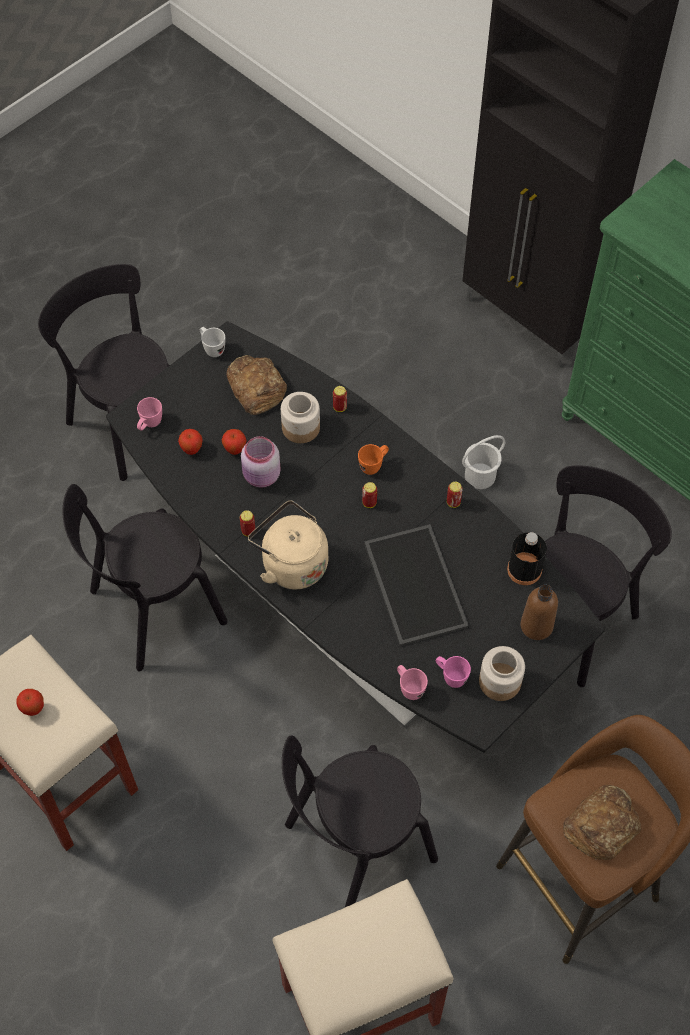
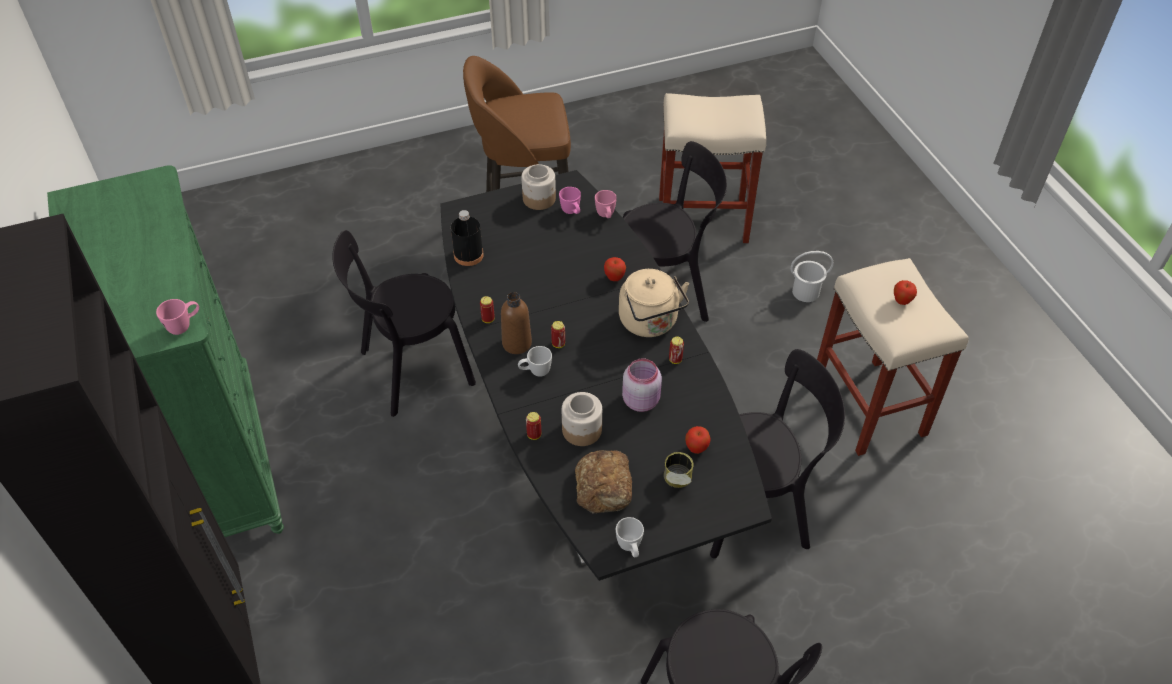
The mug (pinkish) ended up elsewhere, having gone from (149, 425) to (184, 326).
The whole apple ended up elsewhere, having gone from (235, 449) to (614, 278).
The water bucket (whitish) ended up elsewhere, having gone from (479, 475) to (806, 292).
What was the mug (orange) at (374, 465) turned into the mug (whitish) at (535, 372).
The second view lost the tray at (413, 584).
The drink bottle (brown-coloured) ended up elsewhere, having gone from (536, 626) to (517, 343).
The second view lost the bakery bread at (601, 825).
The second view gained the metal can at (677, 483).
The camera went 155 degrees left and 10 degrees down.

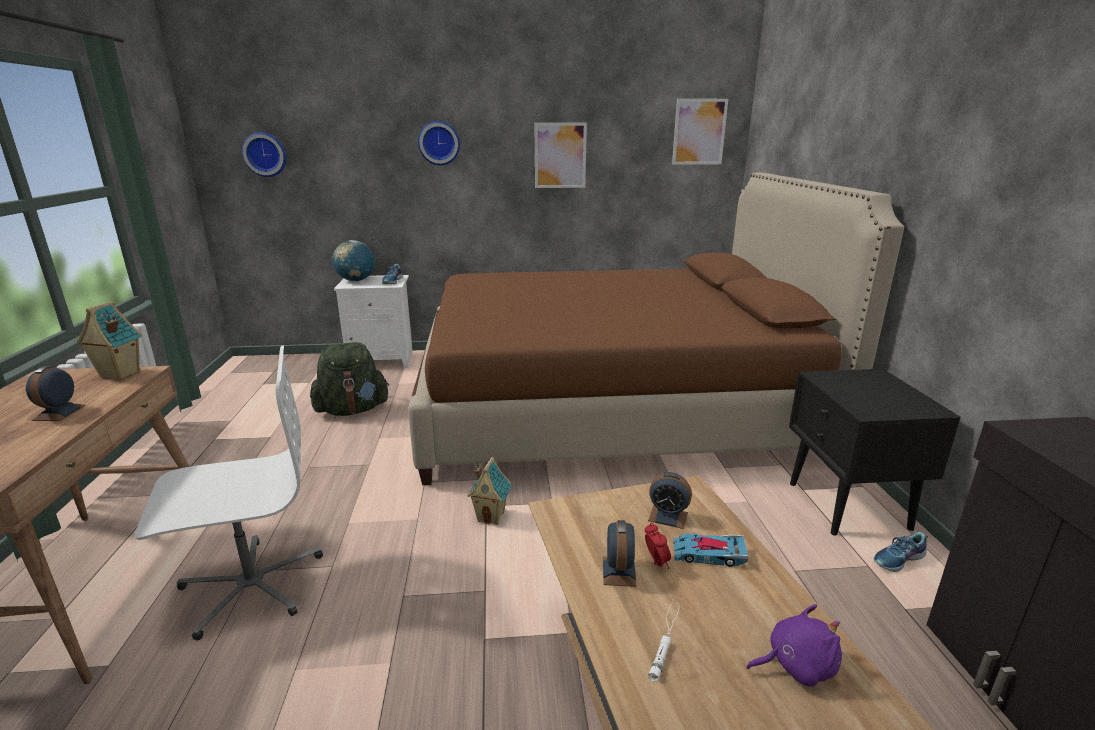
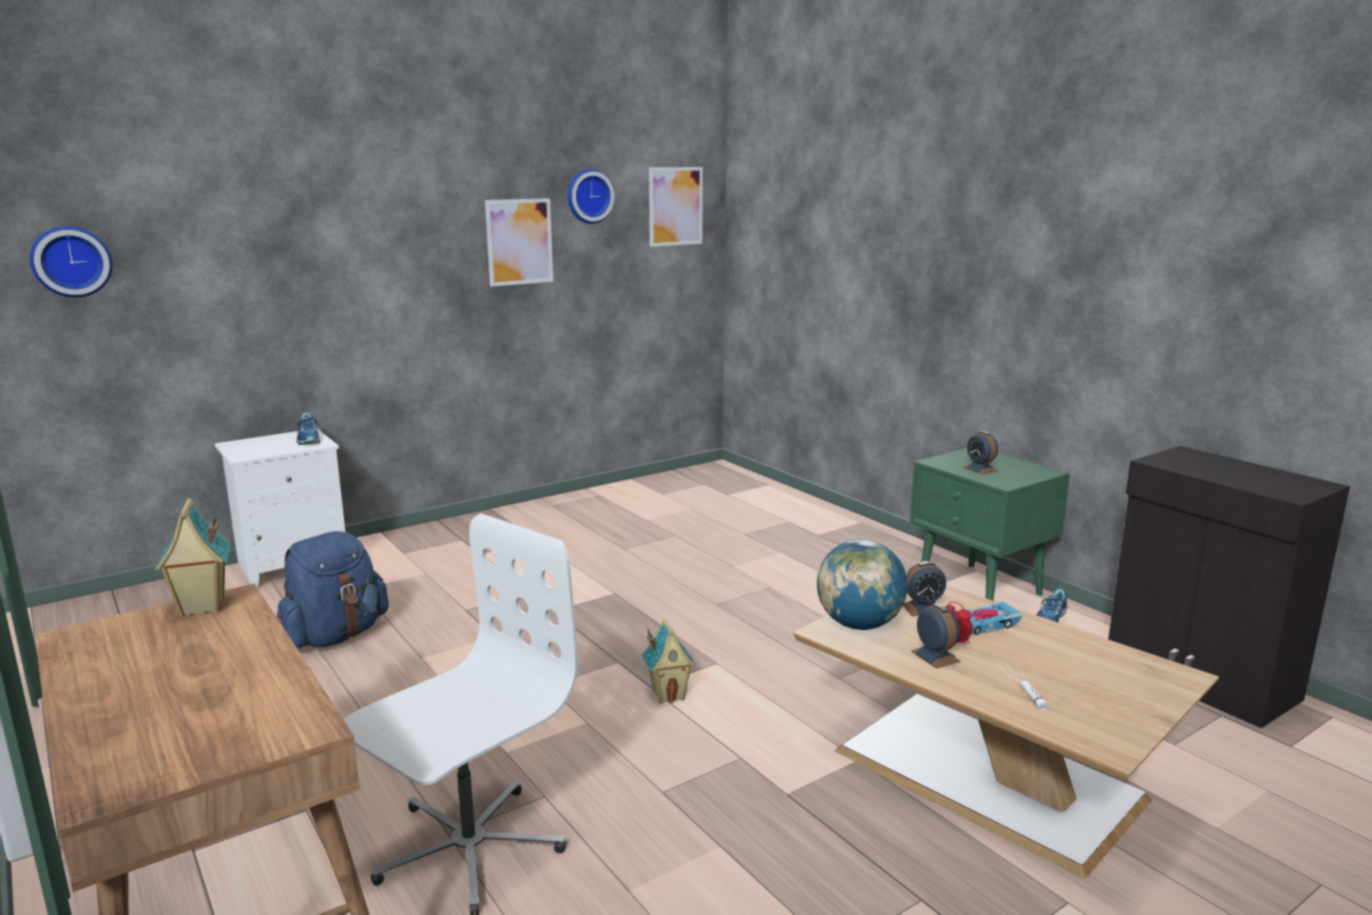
The clock on the wall ended up elsewhere, having gone from (439, 143) to (588, 196).
The second view lost the bedroom bed (brown-coloured) at (610, 406).
The desk globe ended up elsewhere, having gone from (356, 280) to (859, 625).
What was the backpack (green) at (352, 410) turned into the backpack (blue-coloured) at (335, 636).
The table clock ended up elsewhere, having gone from (59, 412) to (980, 469).
What was the night table (black-coloured) at (848, 506) turned into the night table (green) at (980, 590).
The second view lost the soft toy (purple-coloured) at (795, 665).
The camera went 30 degrees left and 5 degrees down.

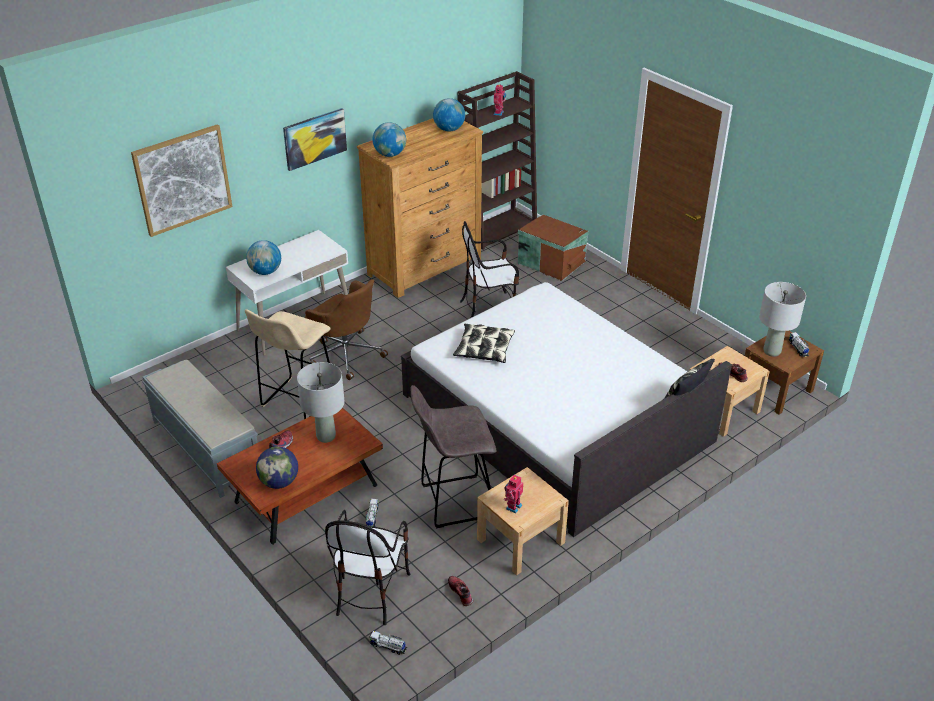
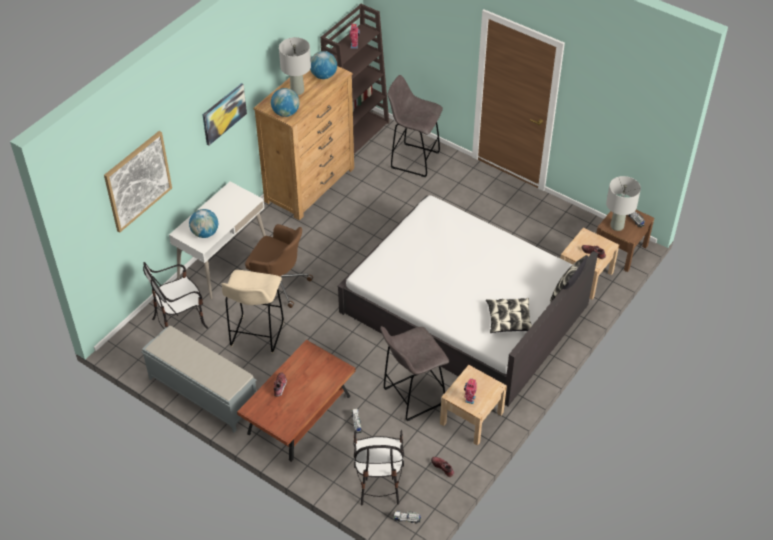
Where the storage bin (brown-coloured) stood at (551, 262), the sitting stool (greyish) came to stand at (413, 159).
The upright chair ended up elsewhere, having gone from (489, 308) to (180, 321).
The pillow ended up elsewhere, having gone from (484, 349) to (509, 319).
The table lamp (greyish) ended up elsewhere, having gone from (326, 436) to (297, 91).
The second view lost the desk globe at (279, 482).
The camera went 15 degrees left and 10 degrees up.

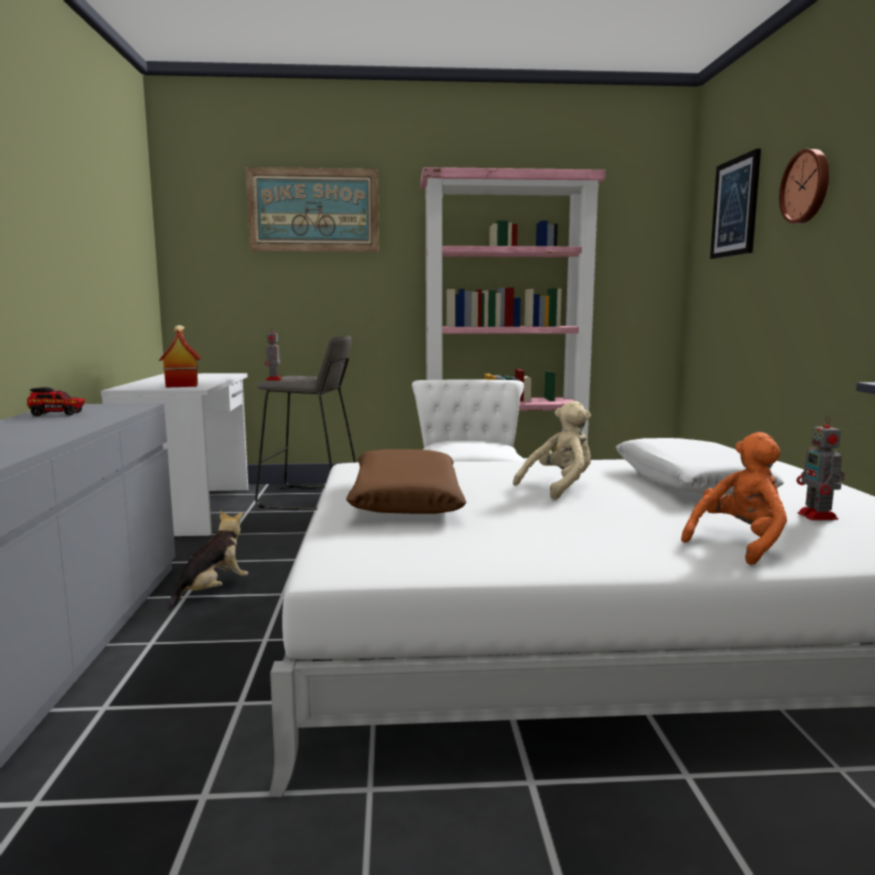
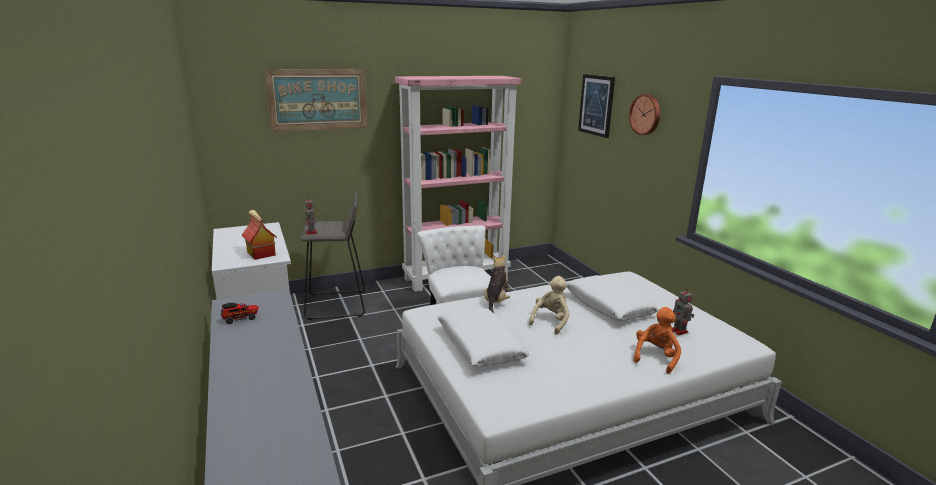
What was the pillow (brown-coloured) at (405, 499) turned into the pillow (whitish) at (480, 346).
The soft toy ended up elsewhere, having gone from (212, 591) to (496, 301).
The camera went 20 degrees left and 10 degrees up.

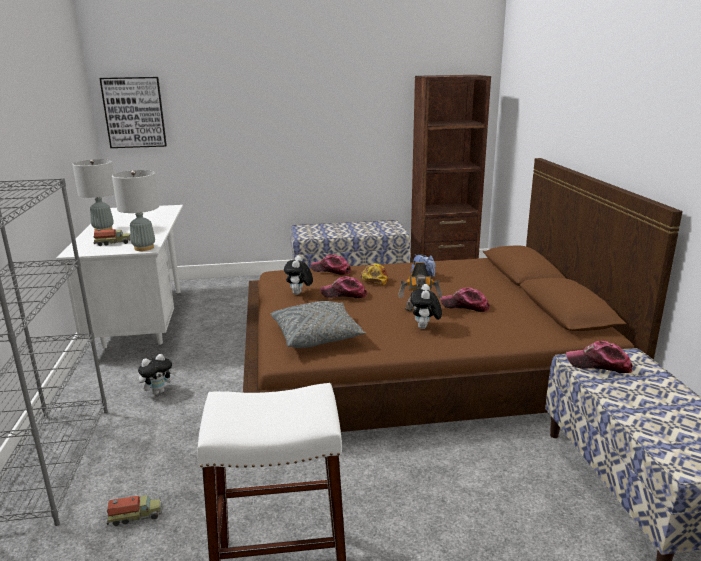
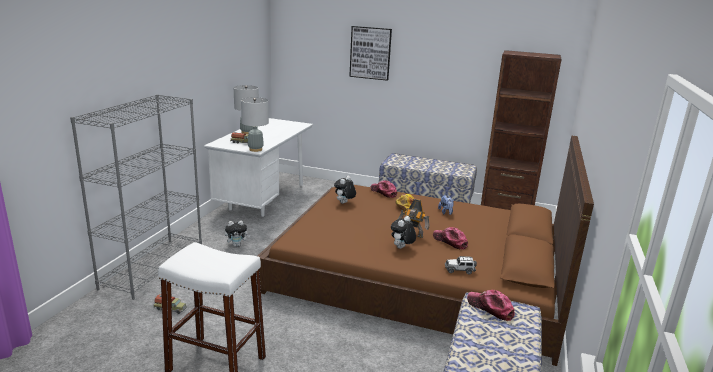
The wall art ended up elsewhere, having gone from (134, 112) to (370, 53).
The second view lost the cap at (344, 294).
The second view lost the pillow (greyish) at (317, 336).
The second view gained the toy car at (459, 270).
The camera went 25 degrees right and 0 degrees up.

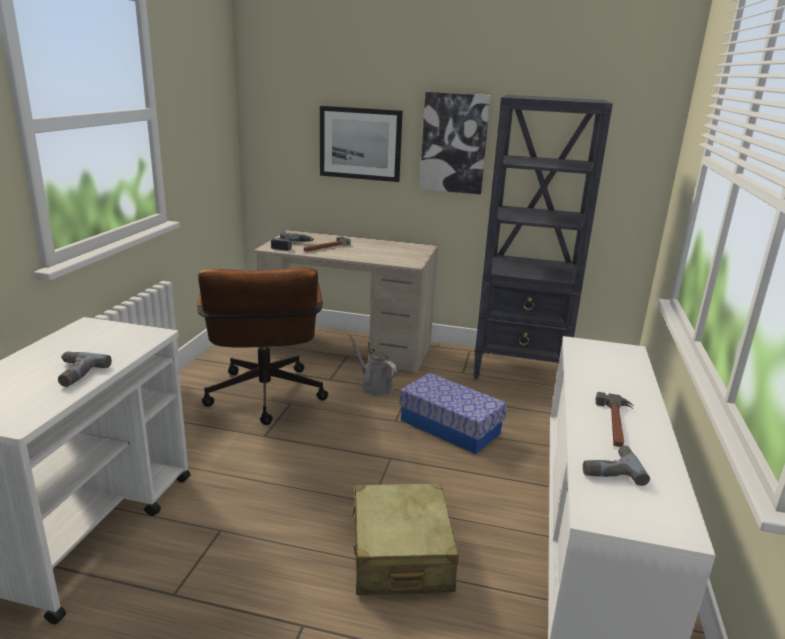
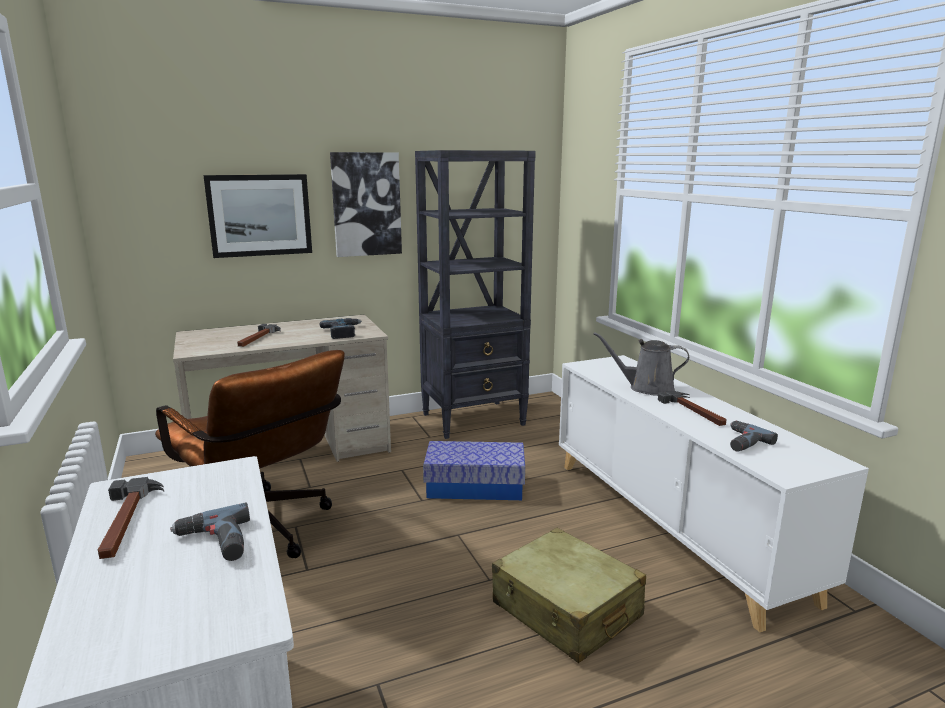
The drill ended up elsewhere, having gone from (291, 245) to (344, 332).
The watering can (greyish) ended up elsewhere, having gone from (374, 387) to (646, 388).
The second view gained the hand hammer at (126, 521).
The camera went 35 degrees left and 5 degrees down.

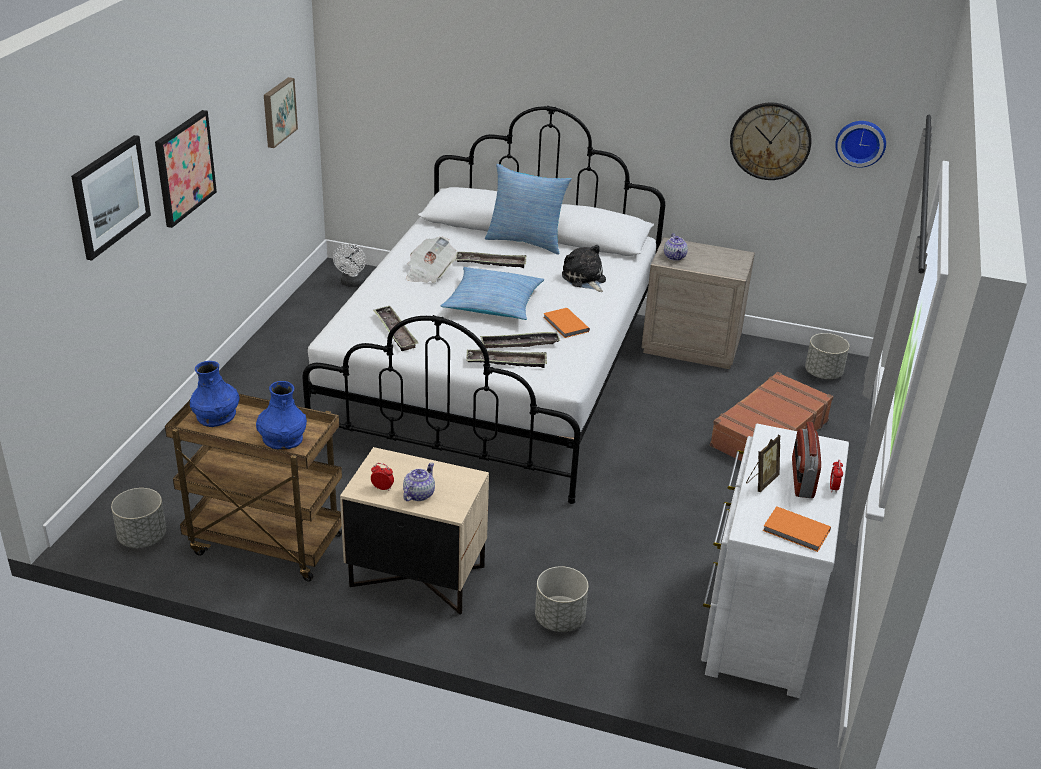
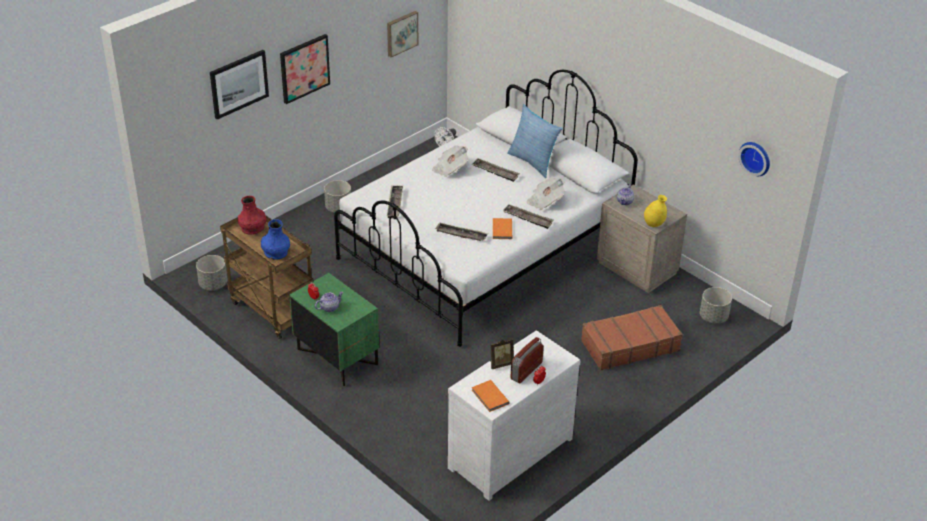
The second view lost the clock on the wall at (770, 141).
Where the soft toy stood at (584, 279), the daily paper came to stand at (545, 201).
The second view lost the pillow at (493, 303).
The tray ended up elsewhere, having gone from (506, 362) to (528, 219).
What was the decorative vase (blue-coloured) at (216, 416) turned into the decorative vase (reddish) at (253, 228).
What was the night table (beige-coloured) at (416, 577) turned into the night table (green) at (336, 357).
The planter (greyish) ended up elsewhere, having gone from (559, 619) to (338, 208).
The second view gained the decorative vase (yellowish) at (654, 224).
The camera went 30 degrees right and 5 degrees up.

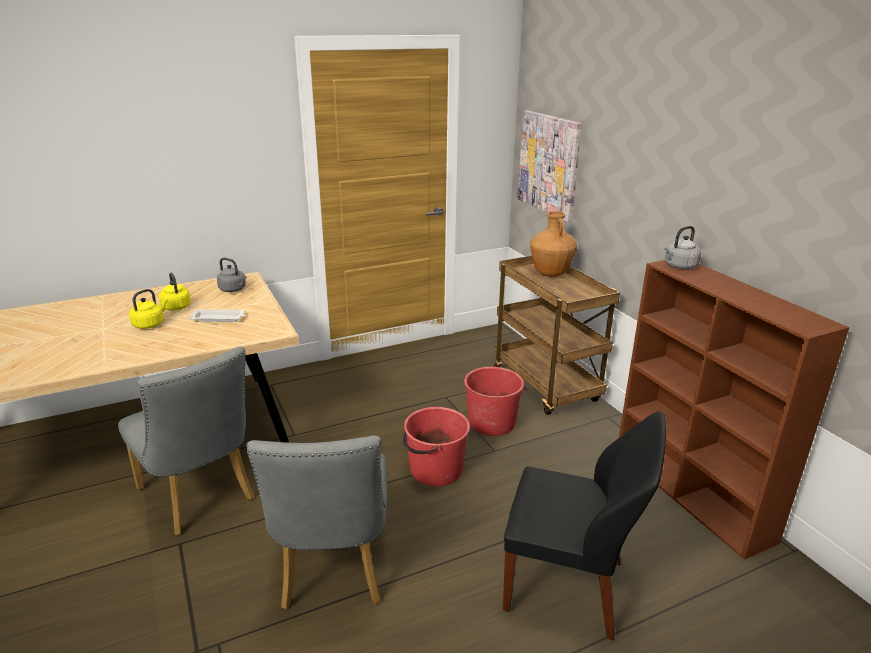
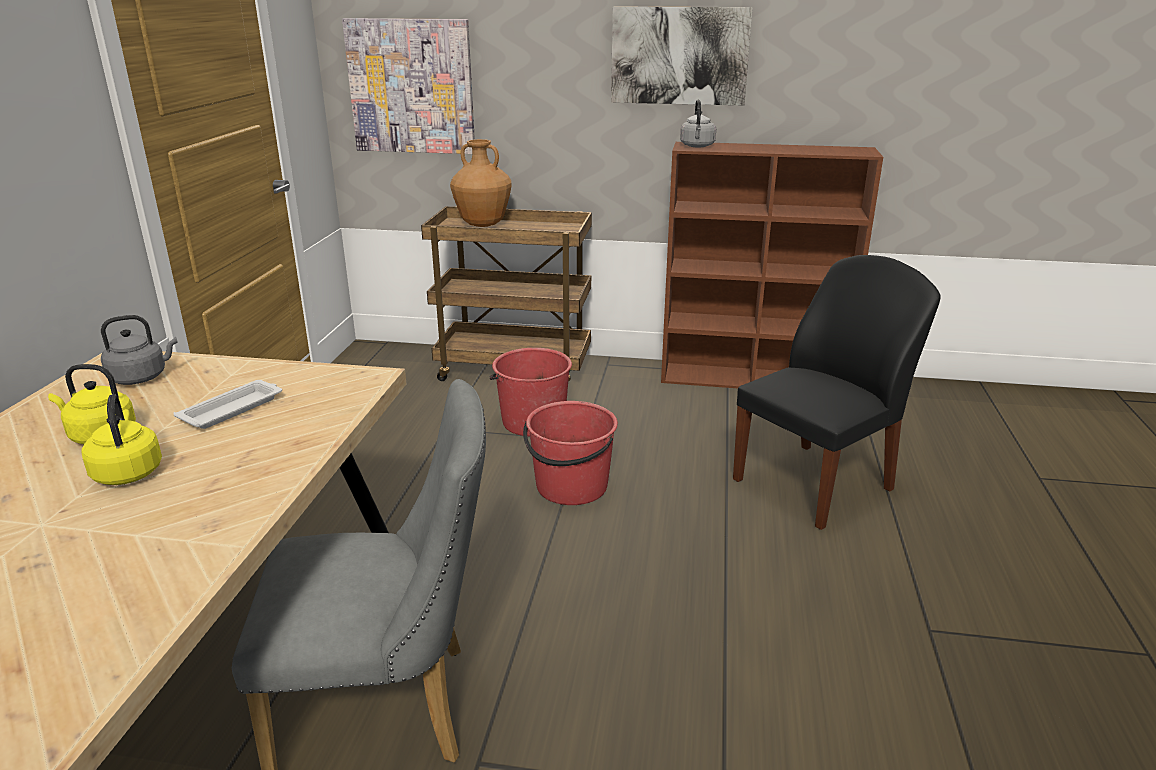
The second view lost the upright chair (greyish) at (333, 572).
The second view gained the wall art at (679, 56).
The camera went 55 degrees left and 0 degrees up.

